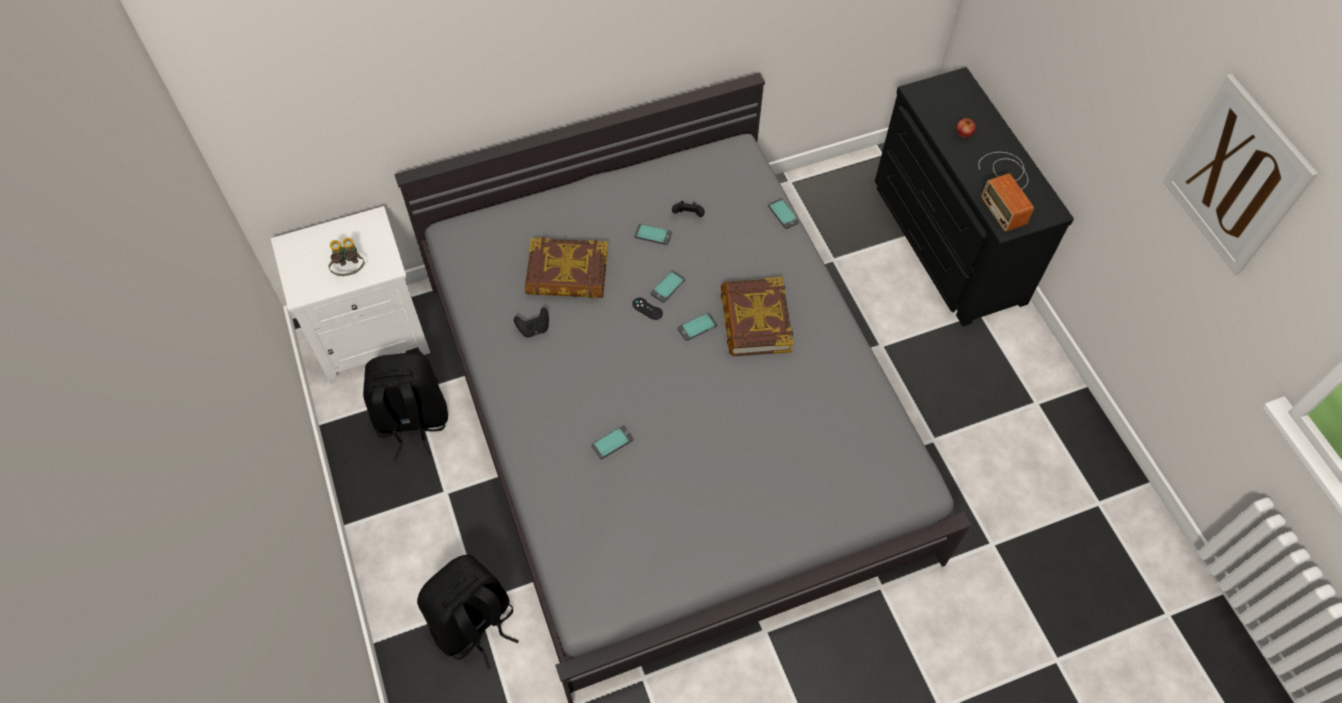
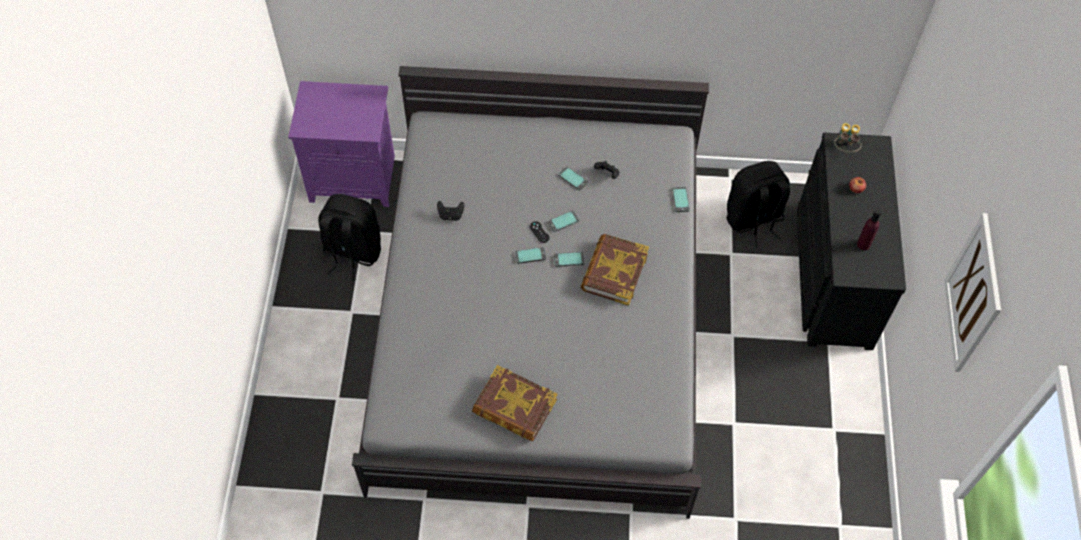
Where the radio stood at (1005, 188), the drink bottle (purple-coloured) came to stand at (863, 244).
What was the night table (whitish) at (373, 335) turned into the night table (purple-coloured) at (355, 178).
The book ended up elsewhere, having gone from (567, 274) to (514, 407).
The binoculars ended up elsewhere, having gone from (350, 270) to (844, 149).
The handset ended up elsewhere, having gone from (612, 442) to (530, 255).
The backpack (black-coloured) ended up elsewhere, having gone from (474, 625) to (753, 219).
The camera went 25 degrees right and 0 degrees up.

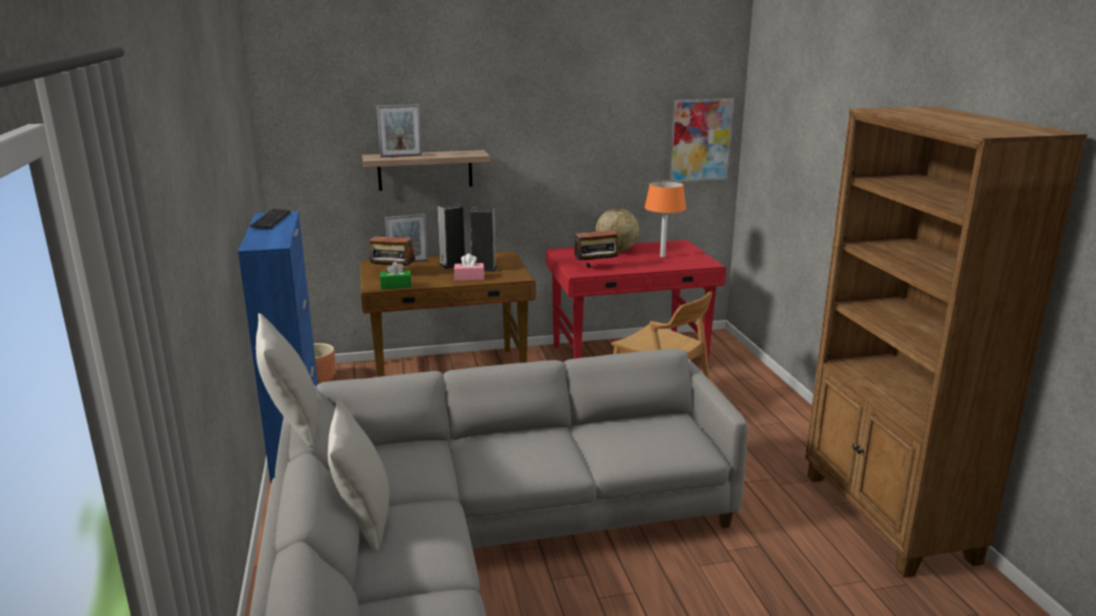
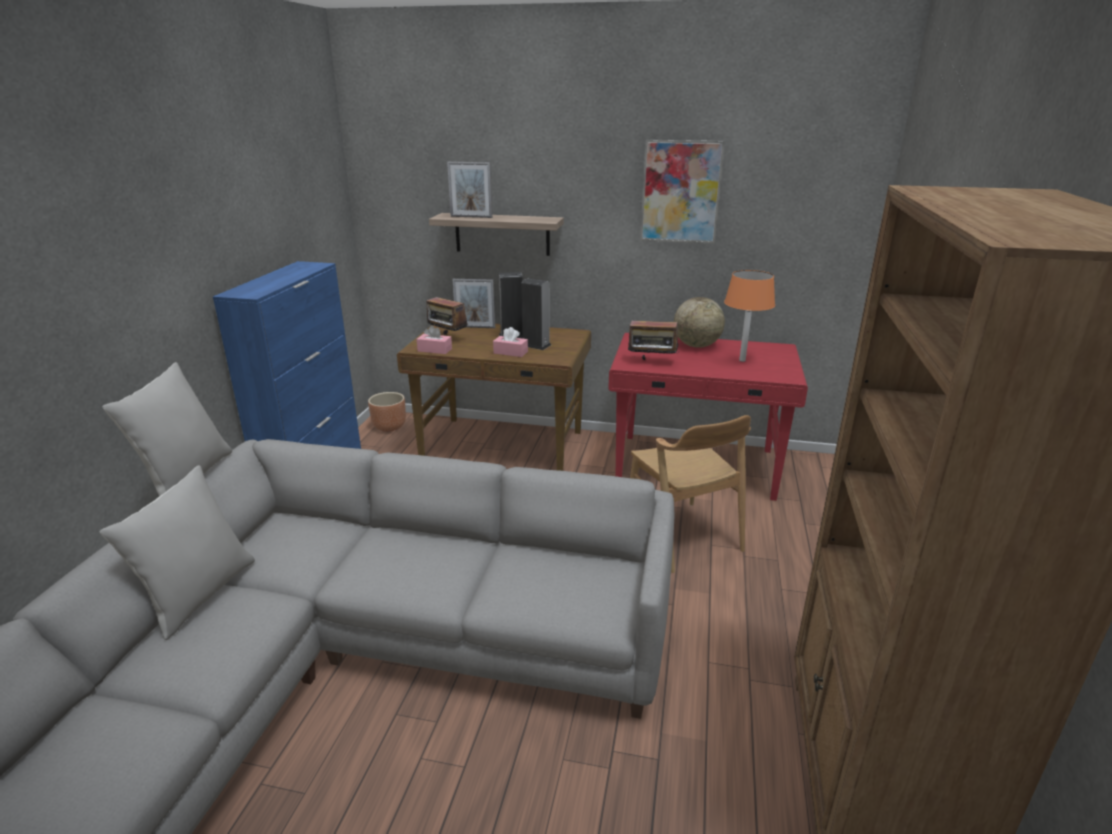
The wall art ended up elsewhere, having gone from (700, 140) to (681, 192).
The second view lost the computer keyboard at (271, 220).
What was the tissue box (green) at (396, 285) turned into the tissue box (pinkish) at (434, 350).
The camera went 25 degrees right and 5 degrees up.

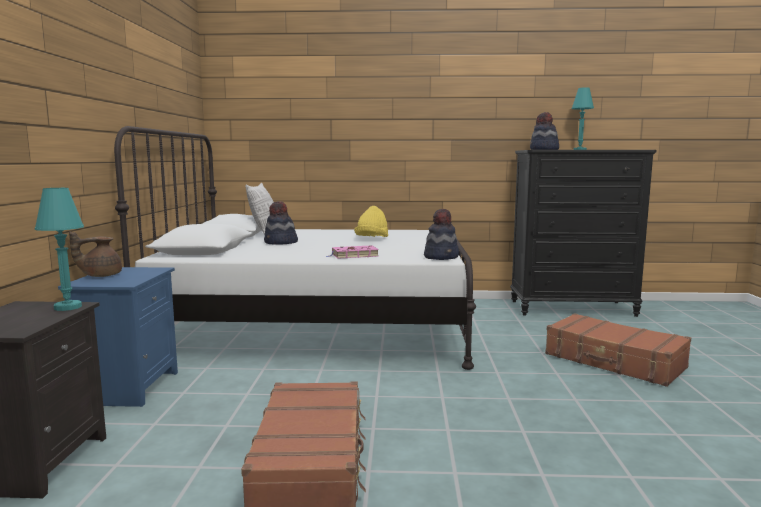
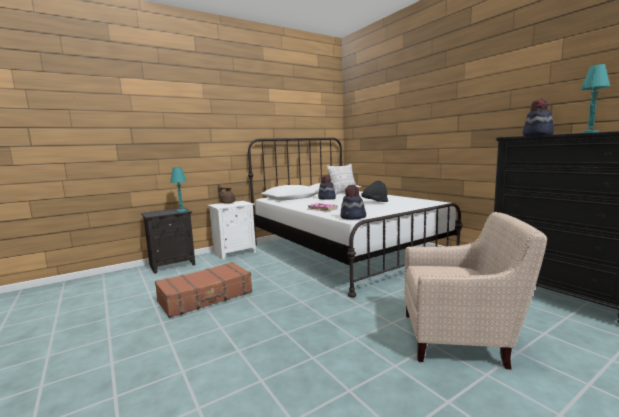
What was the wearable hat (yellowish) at (372, 239) turned into the wearable hat (black-coloured) at (374, 202).
What was the night table (blue-coloured) at (129, 387) turned into the night table (whitish) at (235, 252).
Where the suitcase (brown-coloured) stood at (614, 361), the easy chair (beige-coloured) came to stand at (460, 338).
The camera went 55 degrees right and 0 degrees up.

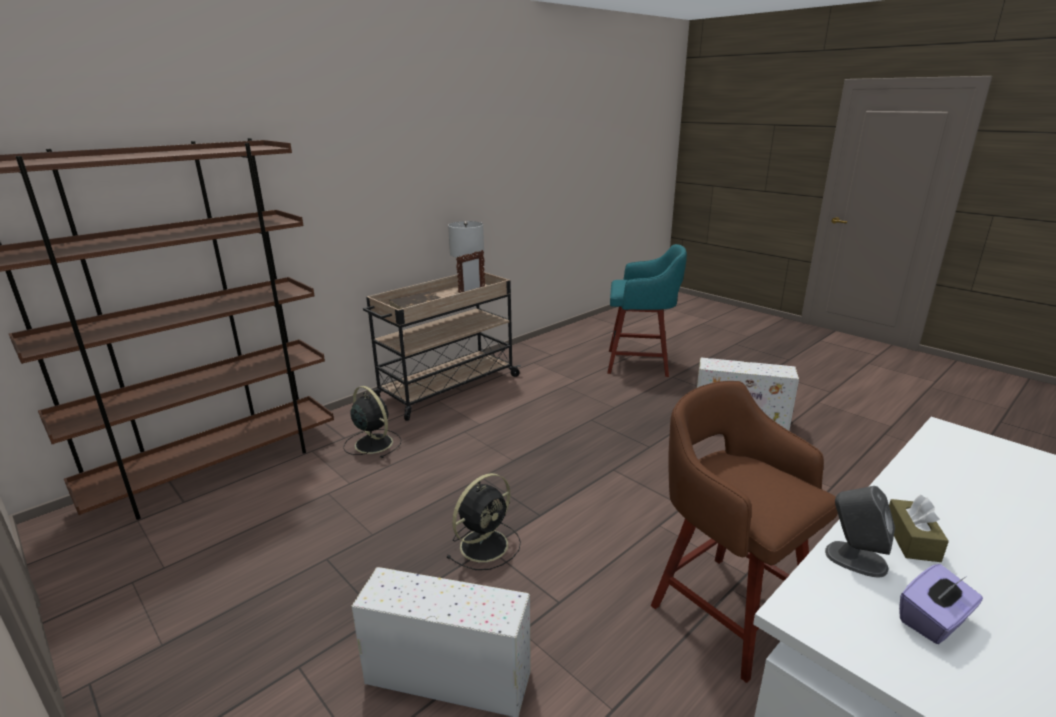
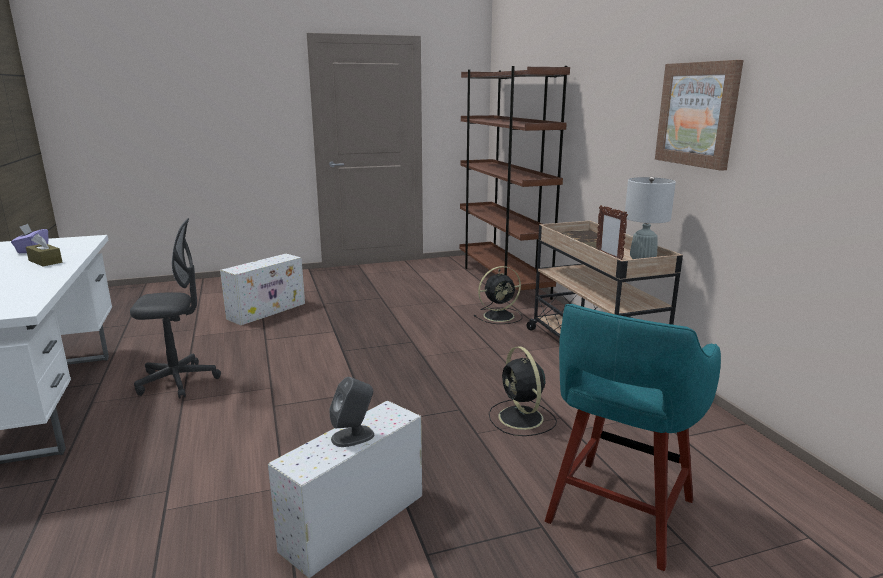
Where the sitting stool (brown-coloured) stood at (726, 609), the desk chair (greyish) came to stand at (178, 381).
The cooling fan (black-coloured) ended up elsewhere, having gone from (485, 544) to (521, 419).
The audio speaker (greyish) ended up elsewhere, having gone from (855, 559) to (353, 436).
The second view gained the wall art at (697, 114).
The camera went 115 degrees right and 5 degrees down.

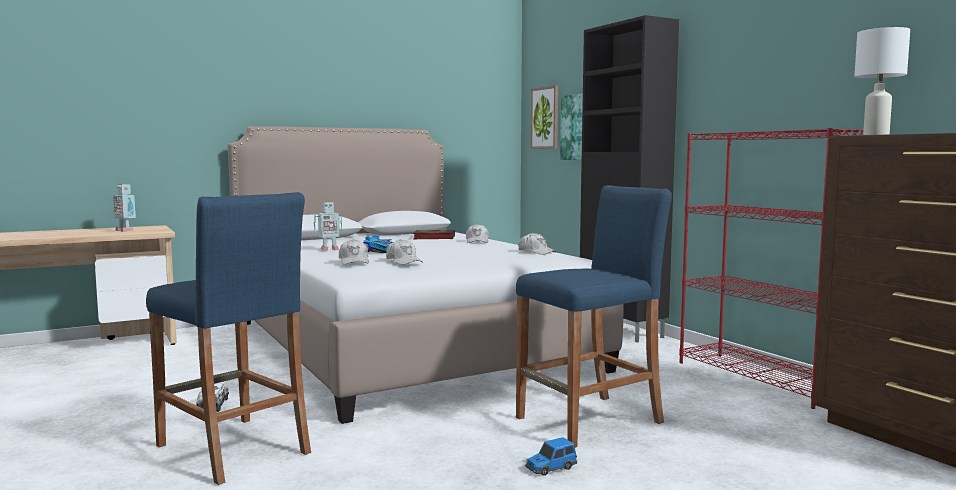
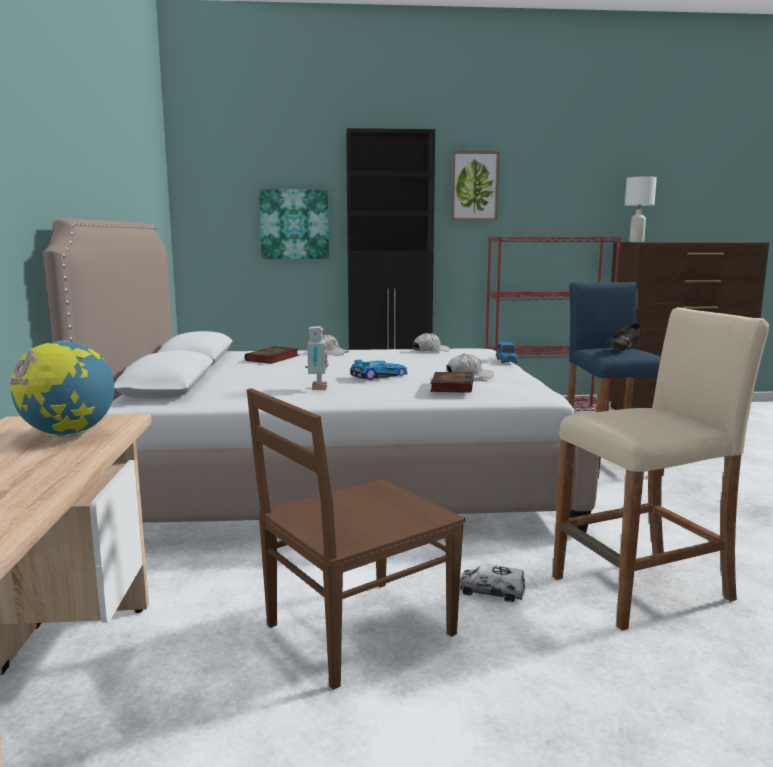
The wall art ended up elsewhere, having gone from (545, 118) to (474, 186).
Where the robot figure stood at (126, 231), the desk globe came to stand at (68, 435).
What was the sitting stool (blue-coloured) at (232, 449) turned into the sitting stool (beige-coloured) at (642, 589).
Where the cap (whitish) stood at (354, 261), the book came to stand at (451, 386).
The toy car ended up elsewhere, having gone from (550, 468) to (507, 361).
The second view gained the item of footwear (black-coloured) at (622, 350).
The second view gained the upright chair (brown-coloured) at (356, 631).
The camera went 65 degrees left and 5 degrees up.

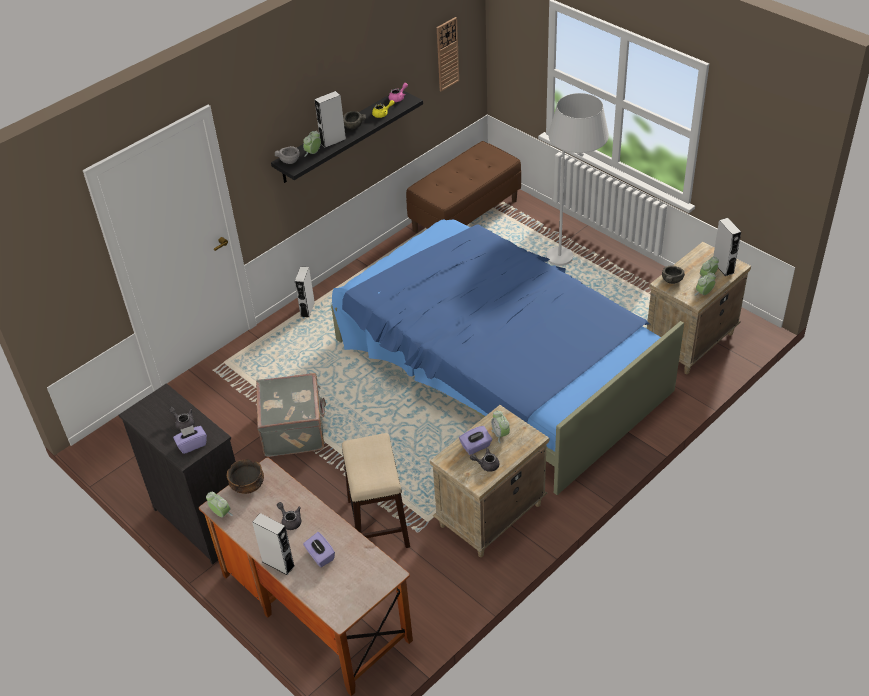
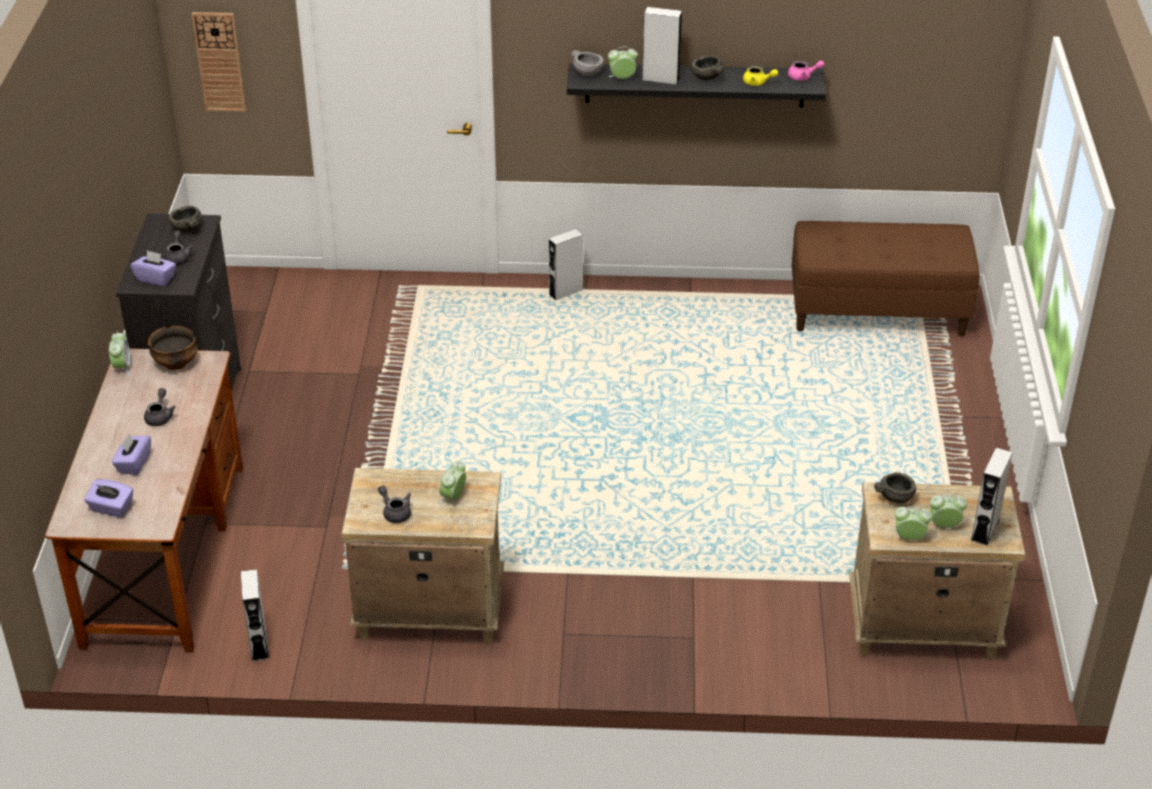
The clock on the wall ended up elsewhere, having gone from (447, 54) to (219, 61).
The second view lost the standard lamp (whitish) at (572, 253).
The second view lost the bedroom bed (blue-coloured) at (497, 363).
The second view lost the suitcase (greyish) at (294, 430).
The tissue box (purple-coloured) ended up elsewhere, having gone from (476, 446) to (111, 508).
The second view lost the sitting stool at (378, 524).
The audio speaker (greyish) ended up elsewhere, having gone from (278, 563) to (259, 644).
The second view gained the serving bowl (greyish) at (186, 228).
The camera went 45 degrees right and 5 degrees down.

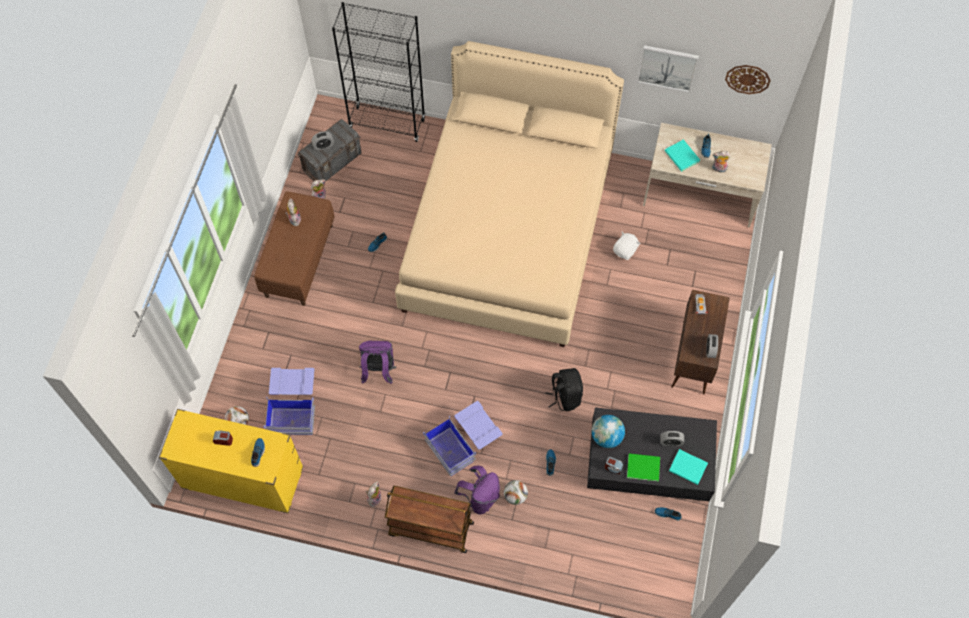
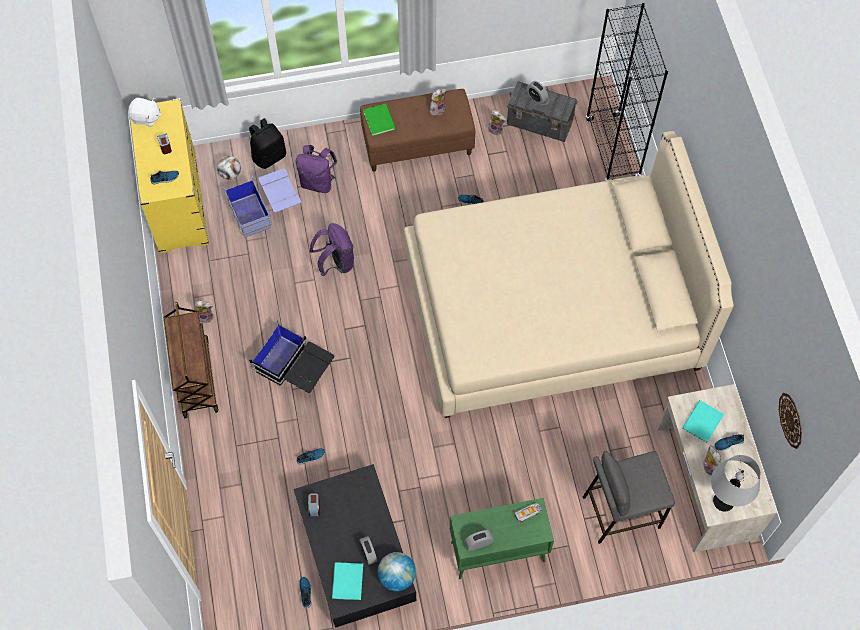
The second view lost the wall art at (667, 67).
The soft toy (whitish) ended up elsewhere, having gone from (625, 250) to (146, 118).
What was the cupboard (brown-coloured) at (693, 358) turned into the cupboard (green) at (497, 552).
The backpack (black-coloured) ended up elsewhere, having gone from (565, 396) to (269, 156).
What was the storage bin (blue-coloured) at (464, 443) turned into the storage bin (black-coloured) at (295, 369).
The desk globe ended up elsewhere, having gone from (606, 437) to (397, 576).
The book (green) ended up elsewhere, having gone from (642, 466) to (380, 119).
The backpack (purple-coloured) ended up elsewhere, having gone from (480, 497) to (318, 182).
The second view lost the ball for football at (515, 496).
The second view gained the sitting stool (greyish) at (620, 511).
The second view gained the table lamp (greyish) at (723, 501).
The camera went 65 degrees right and 0 degrees up.

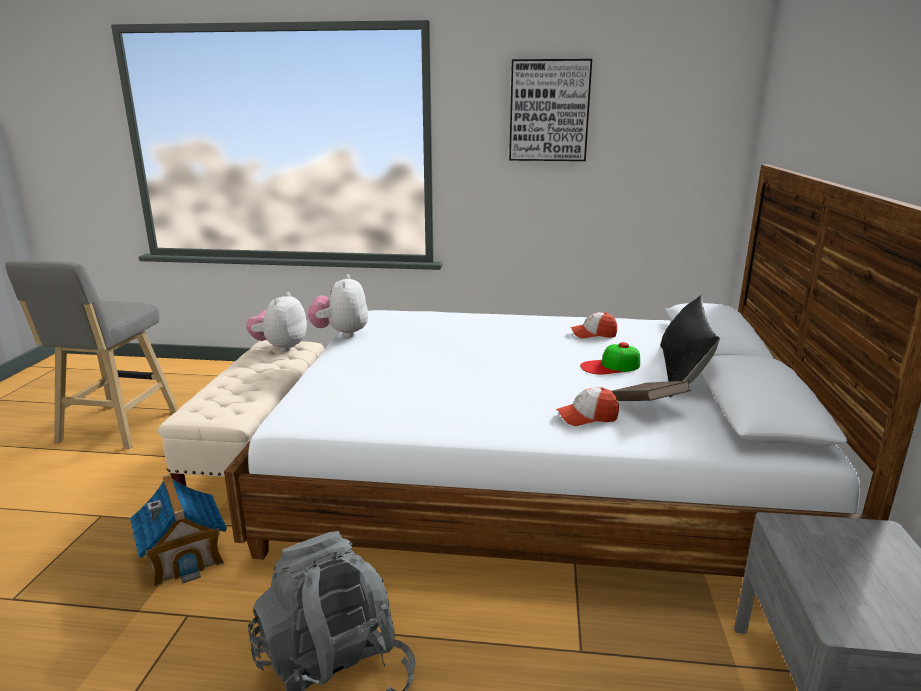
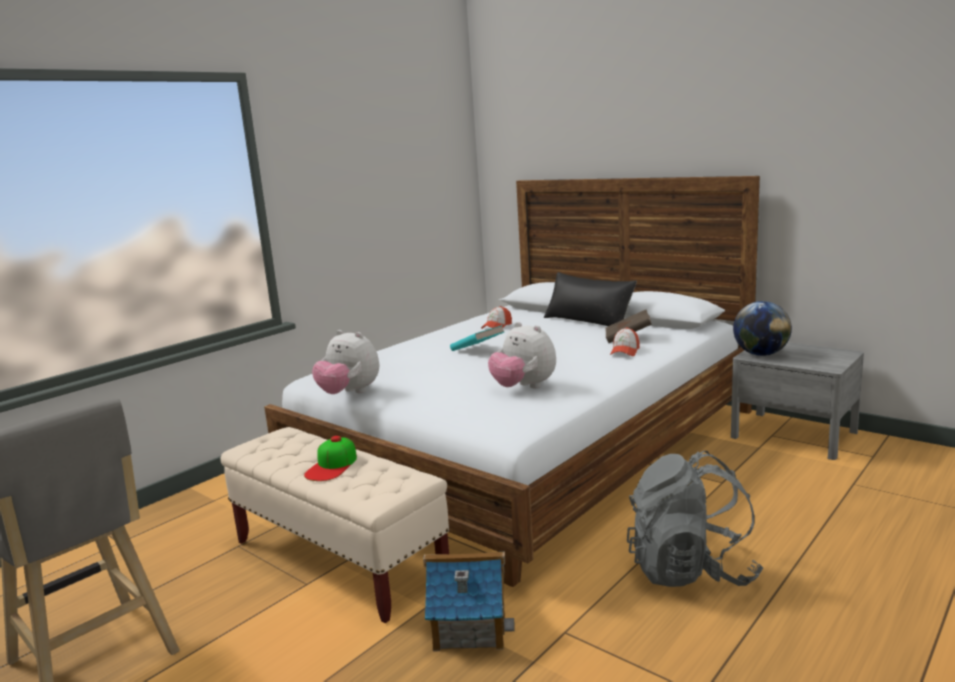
The second view lost the wall art at (549, 111).
The soft toy ended up elsewhere, having gone from (280, 347) to (523, 387).
The cap ended up elsewhere, having gone from (610, 366) to (332, 465).
The second view gained the desk globe at (760, 354).
The second view gained the book (blue-green) at (477, 350).
The camera went 55 degrees left and 5 degrees down.

